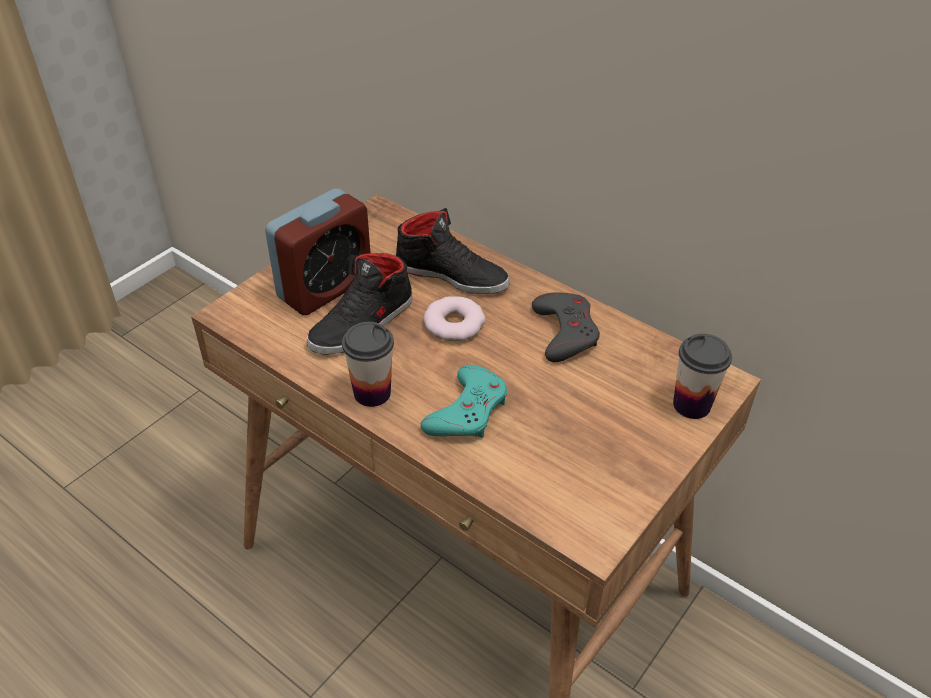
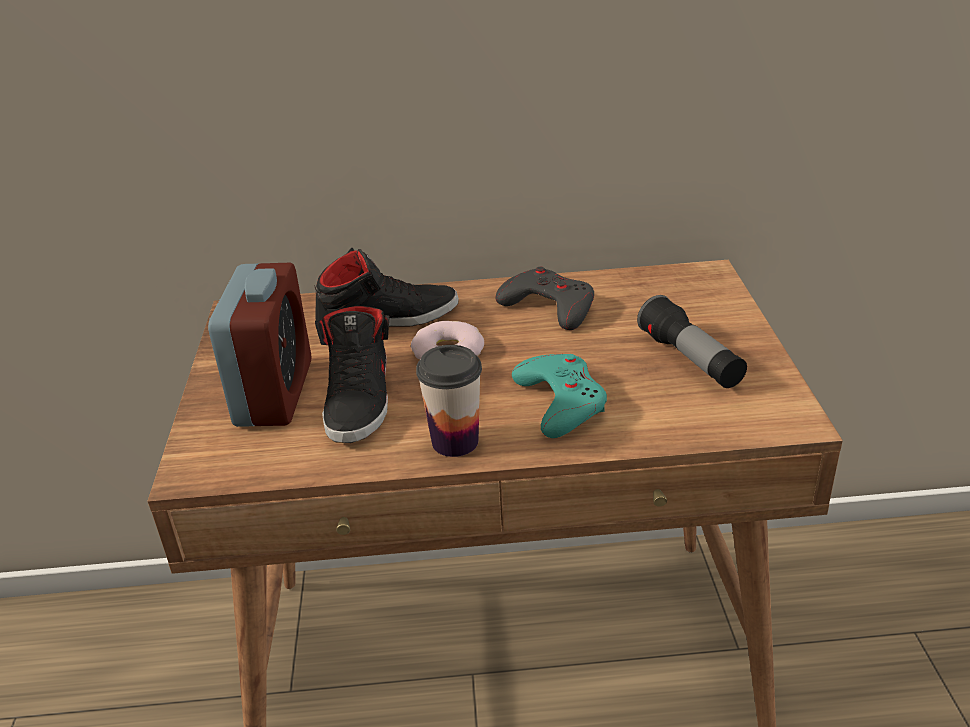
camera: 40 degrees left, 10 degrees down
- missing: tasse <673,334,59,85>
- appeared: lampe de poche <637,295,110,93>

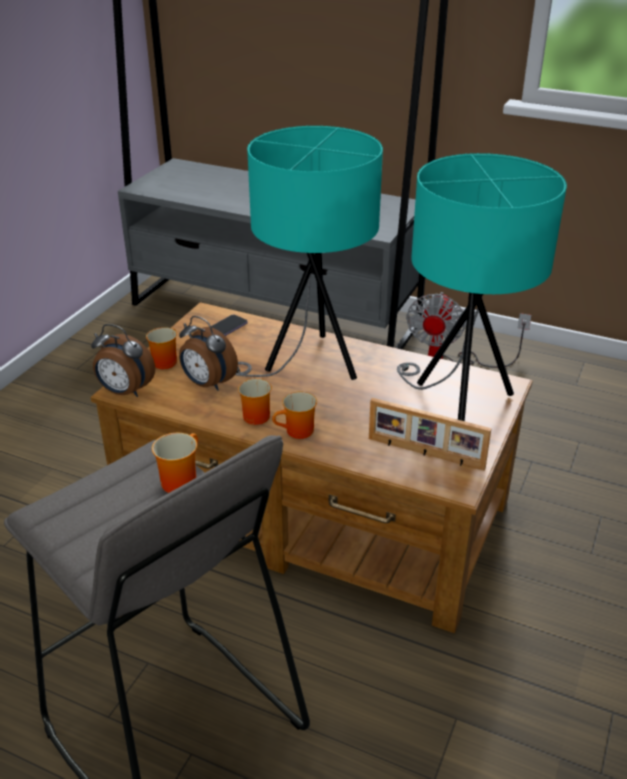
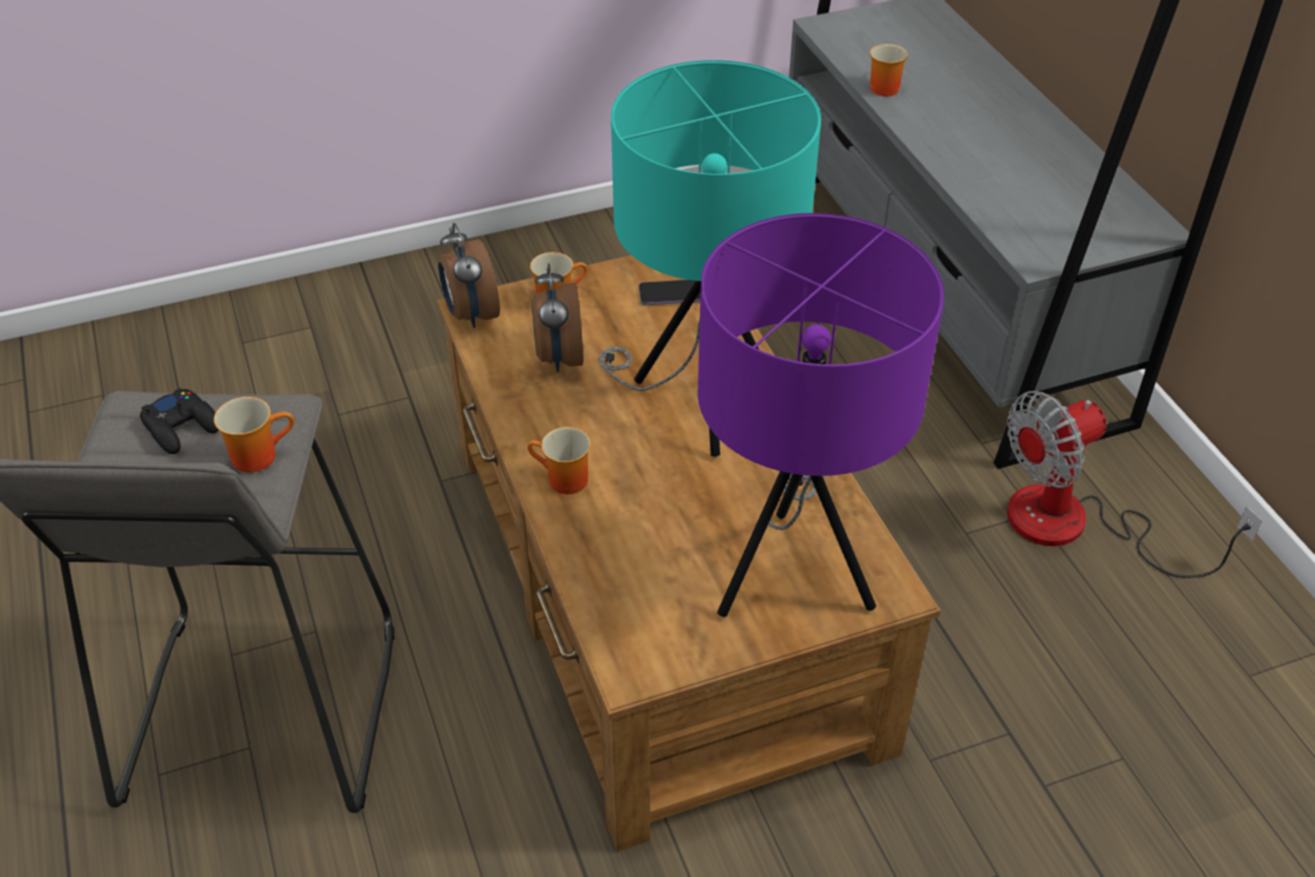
camera: 45 degrees right, 10 degrees up
- relocated: mug <238,379,34,46> to <870,44,38,52>
- missing: cadre photo <369,398,123,73>
- colour: lampe de table/turquoise <397,153,170,268> to lampe de table/violet <698,213,246,404>
- appeared: manette/noir <140,388,79,66>

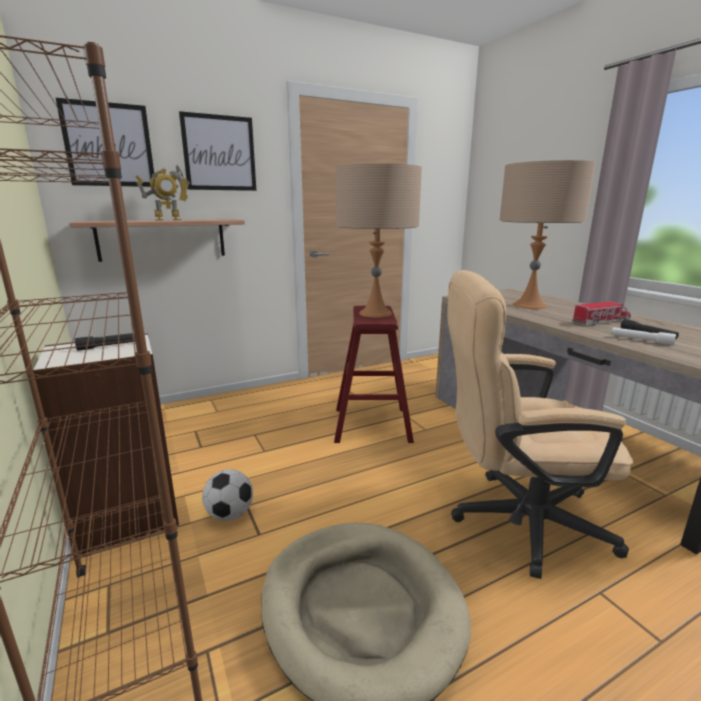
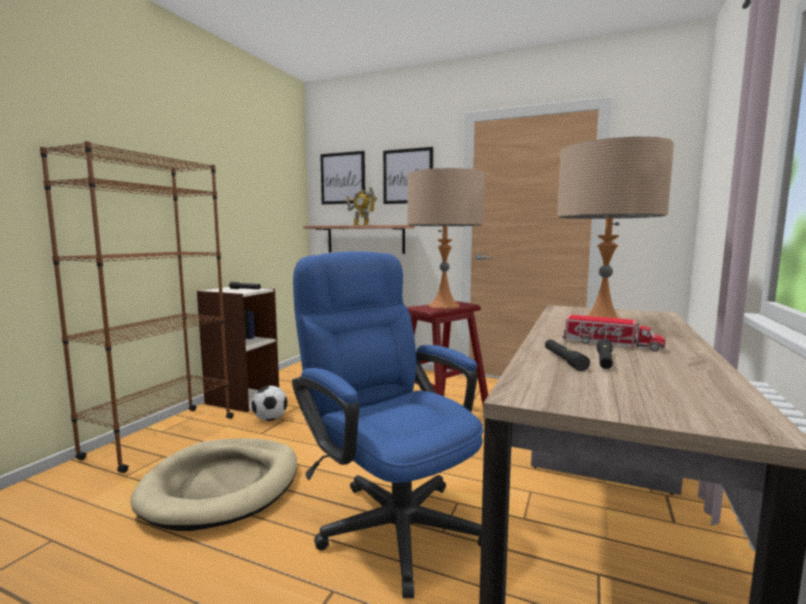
camera: 50 degrees right, 10 degrees down
- colour: chaise de bureau/beige <447,270,186,309> to chaise de bureau/bleu <292,251,192,347>
- colour: lampe de poche/blanc <611,327,65,18> to lampe de poche/noir <545,339,45,32>

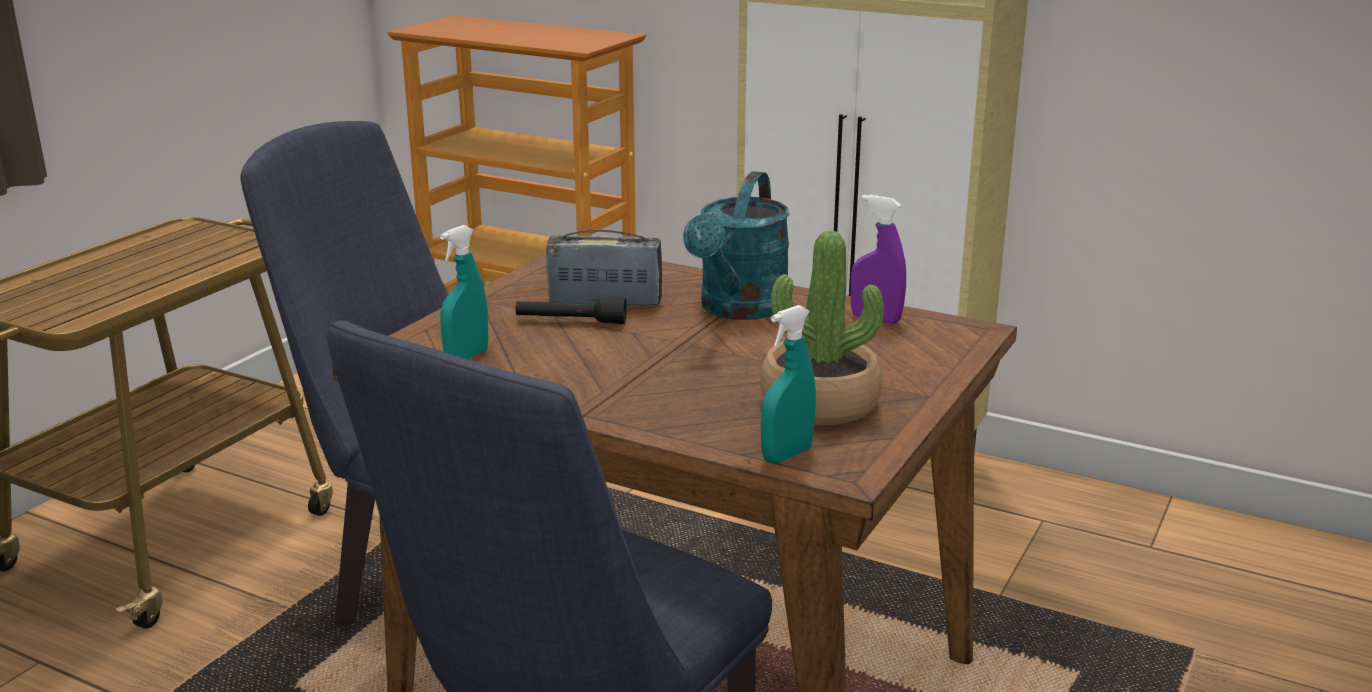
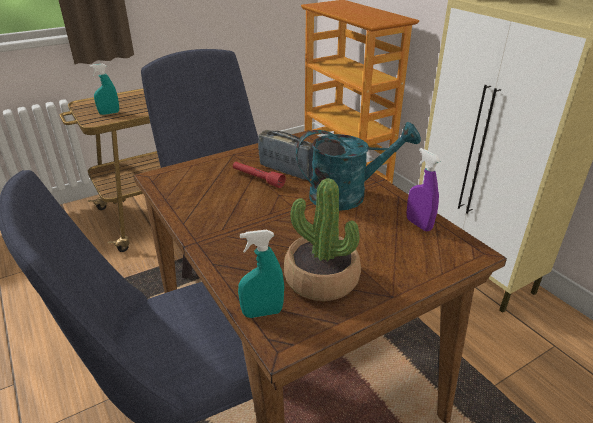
camera: 30 degrees right, 10 degrees up
- relocated: vaporisateur/turquoise <440,225,48,134> to <90,64,29,51>
- colour: lampe de poche/noir <516,298,111,26> to lampe de poche/rouge <233,162,53,26>
- spun: arrosoir/turquoise <683,171,107,149> = <296,122,125,89> 150 degrees counterclockwise

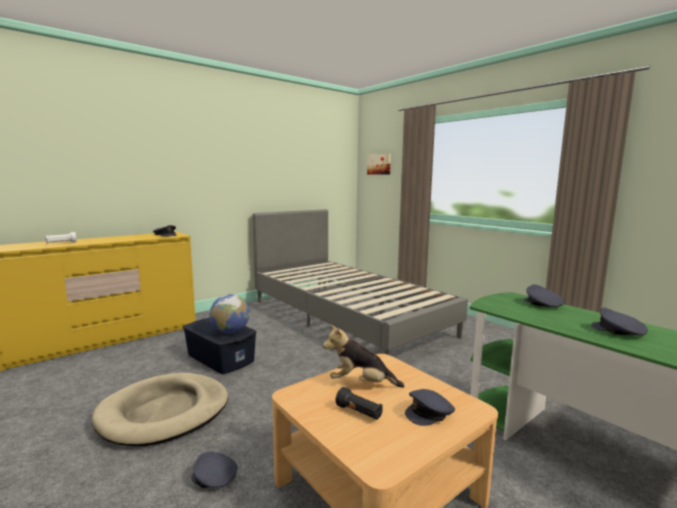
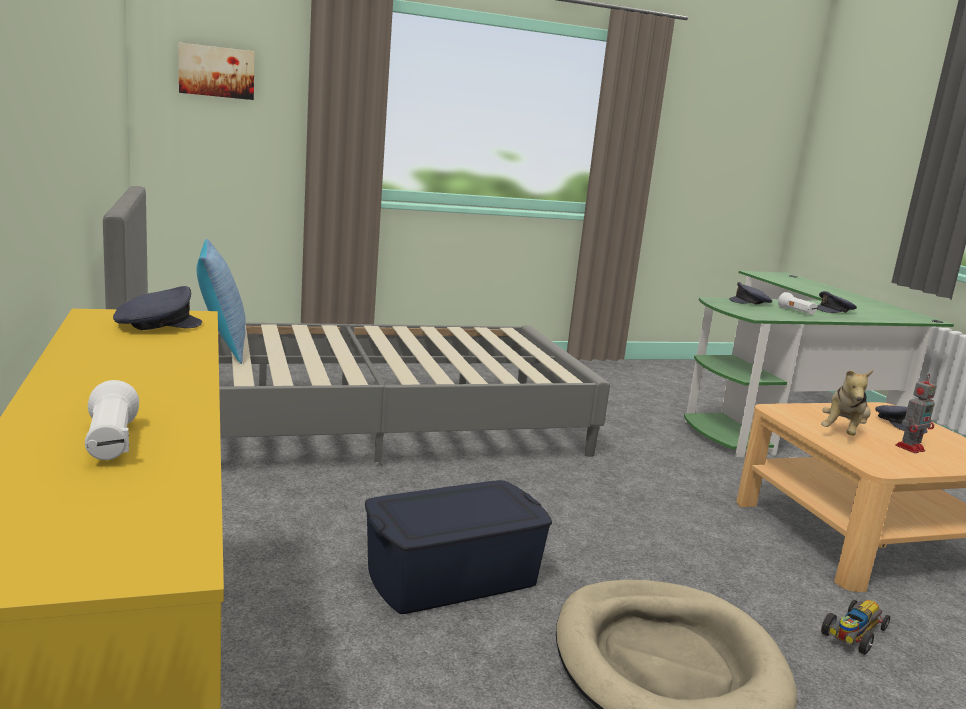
camera: 70 degrees left, 5 degrees up
- exchanged: casquette/gris <191,452,46,36> to petite voiture <821,600,69,55>
- missing: globe <210,294,40,40>
- exchanged: lampe de poche/noir <336,387,47,33> to robot jouet <895,374,42,79>
- appeared: coussin <197,239,49,125>
- appeared: lampe de poche/blanc <778,292,40,23>

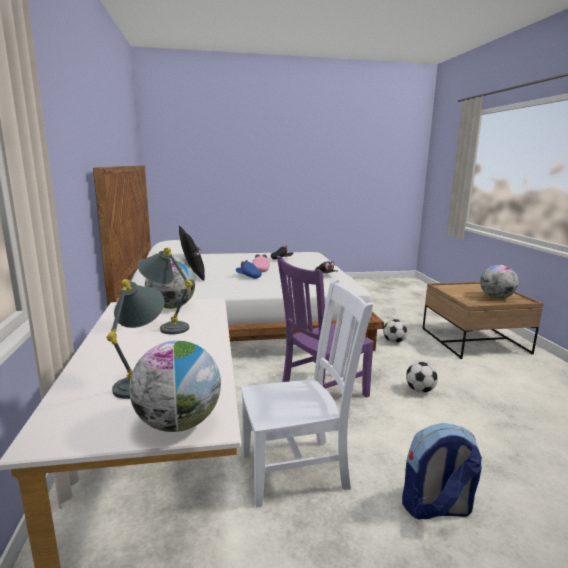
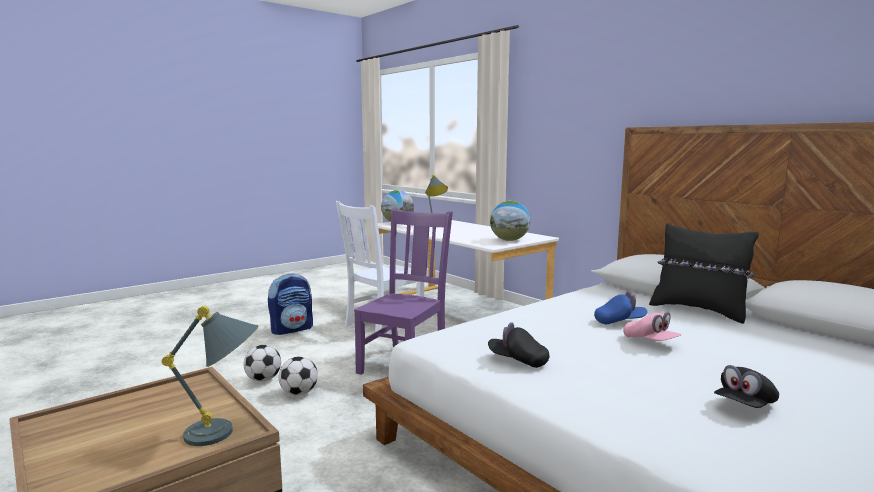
camera: 150 degrees right, 5 degrees down
- relocated: lampe de table/gris <137,247,55,87> to <162,306,96,140>
- relocated: ballon de foot <383,319,25,24> to <244,345,37,37>
- missing: globe <480,265,38,34>

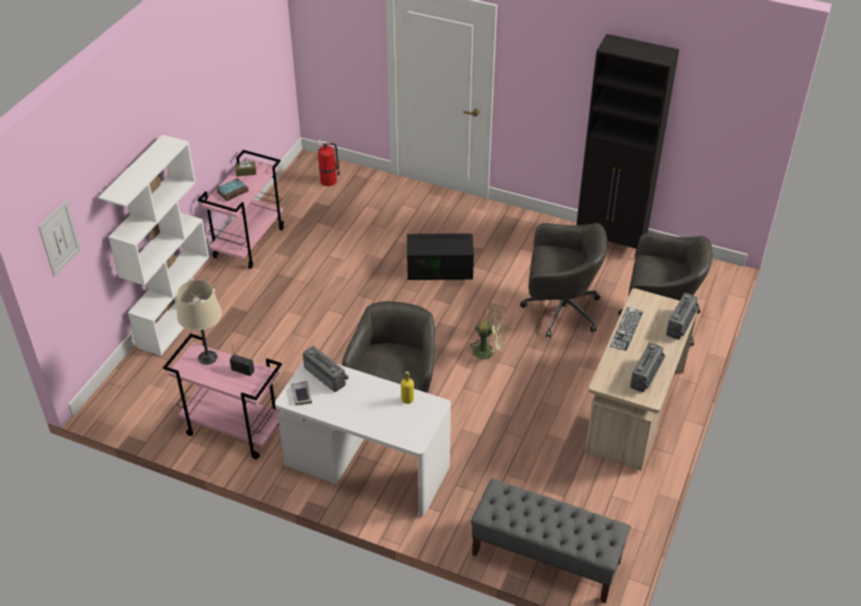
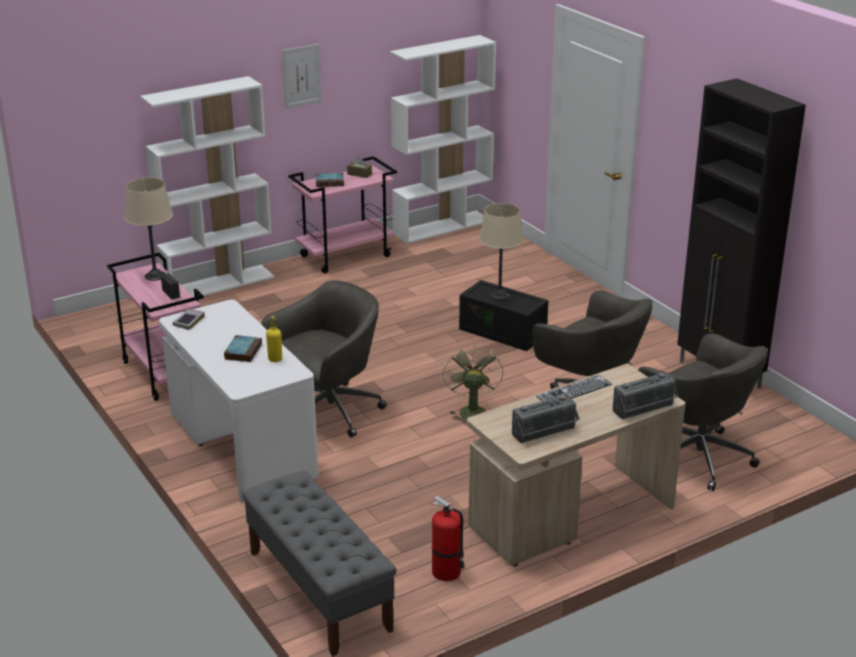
camera: 35 degrees right, 15 degrees down
- relocated: tableau <38,200,43,77> to <282,44,40,65>
- missing: radio <303,346,46,46>
- relocated: extincteur <316,140,25,46> to <431,495,34,86>
- spun: ventilateur/vert <467,305,38,61> = <443,345,60,80> 135 degrees counterclockwise
- appeared: livre <224,335,38,27>
- appeared: bibliothèque/blanc <390,35,106,209>
- appeared: lampe de table/beige <479,203,45,97>

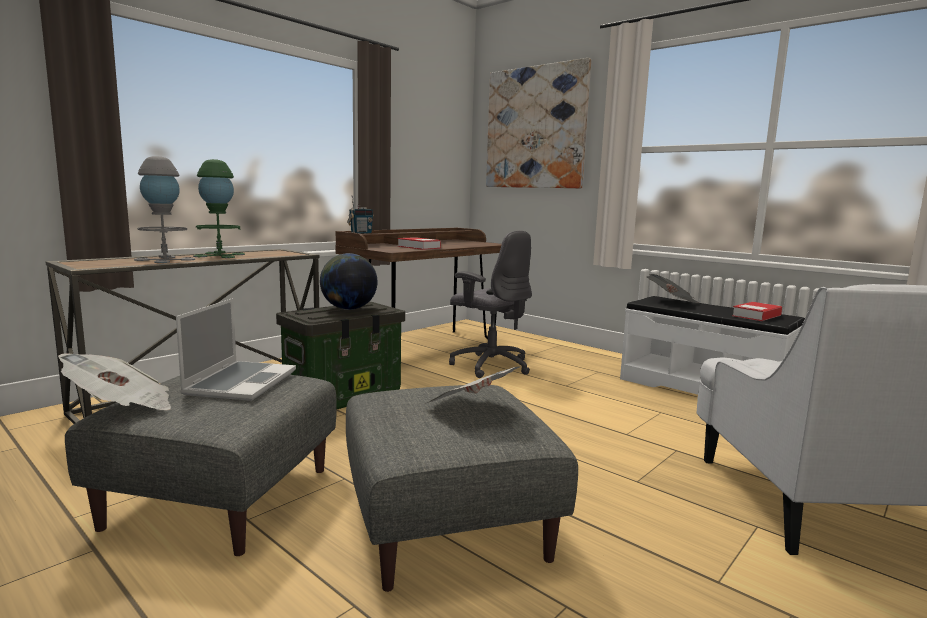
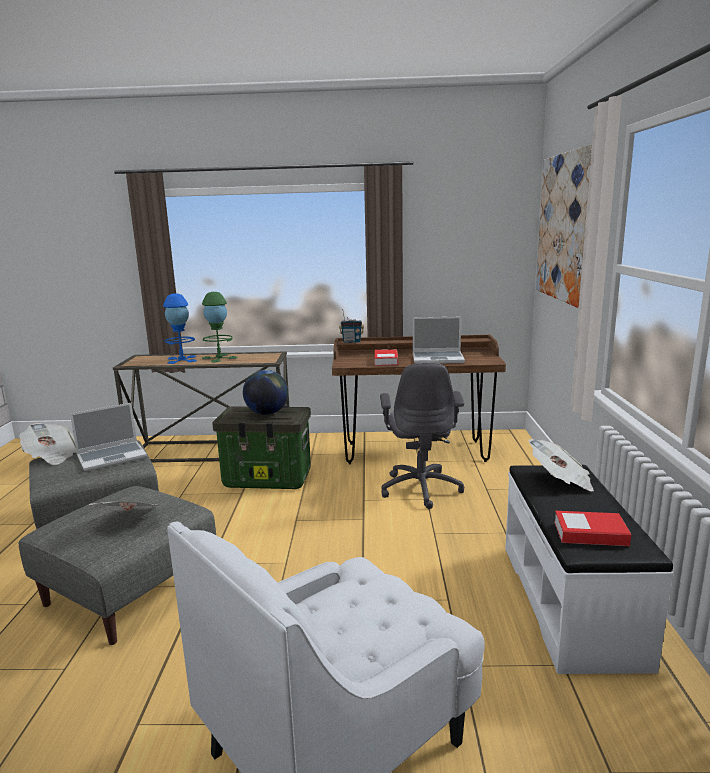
camera: 50 degrees right, 5 degrees up
- colour: lampe de table/gris <134,156,61,107> to lampe de table/bleu <163,293,34,71>
- appeared: ordinateur portable <413,317,52,47>

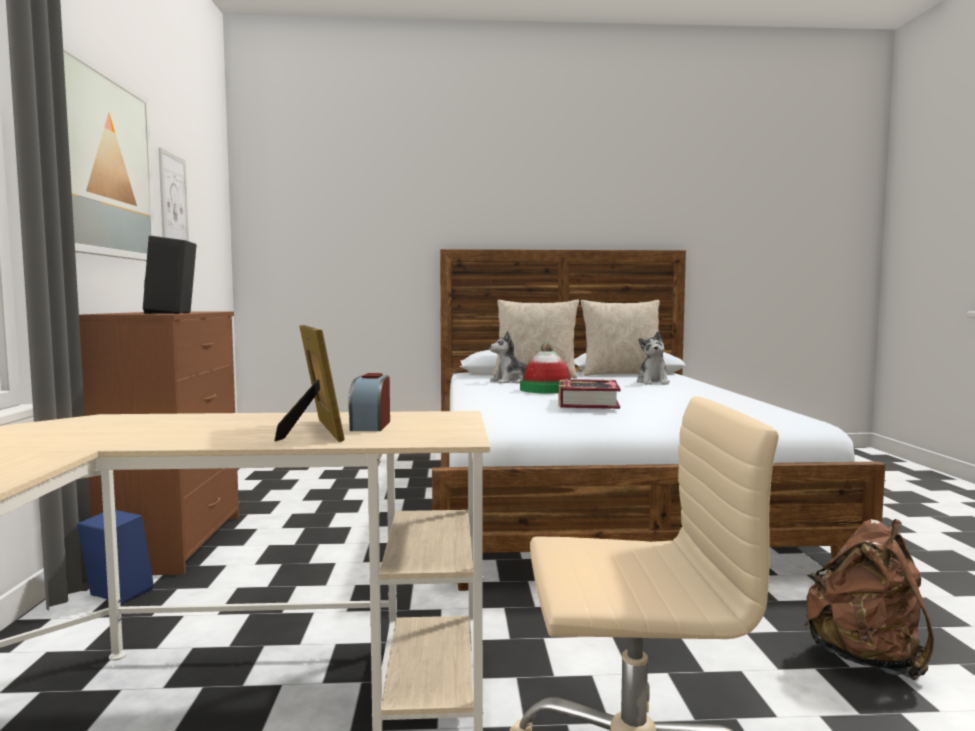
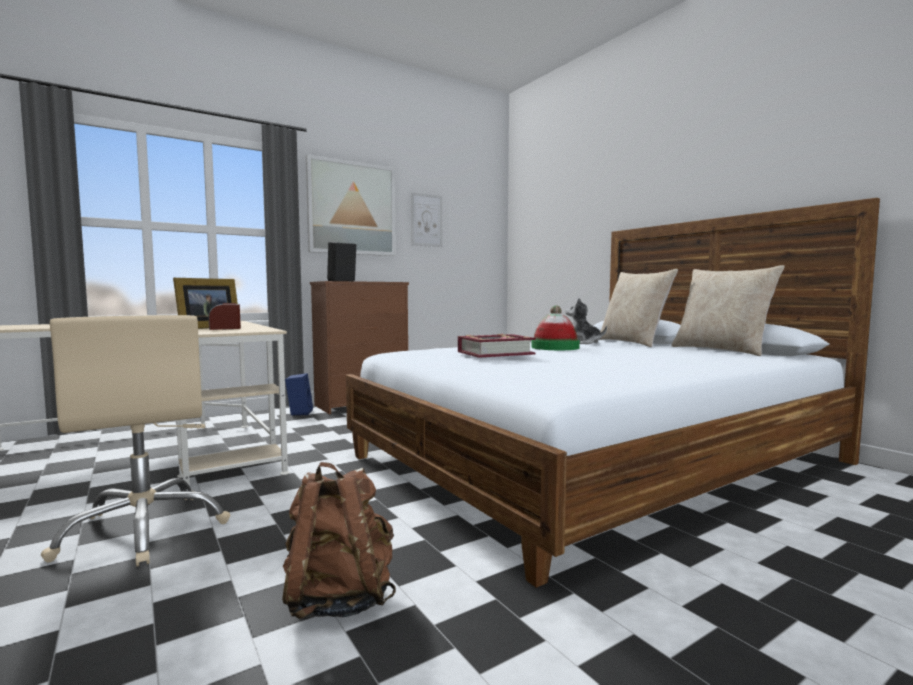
camera: 60 degrees right, 0 degrees up
- missing: peluche <637,331,33,54>

